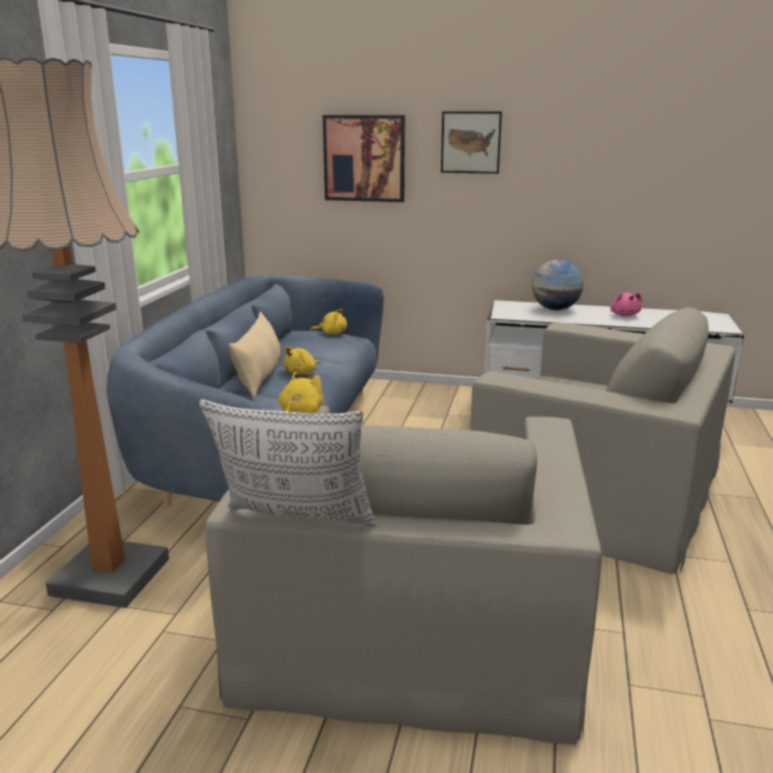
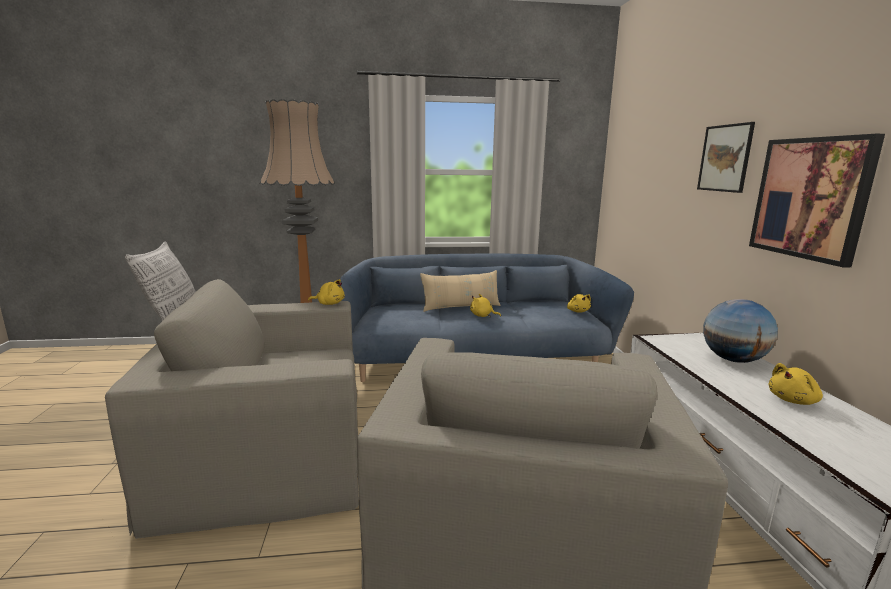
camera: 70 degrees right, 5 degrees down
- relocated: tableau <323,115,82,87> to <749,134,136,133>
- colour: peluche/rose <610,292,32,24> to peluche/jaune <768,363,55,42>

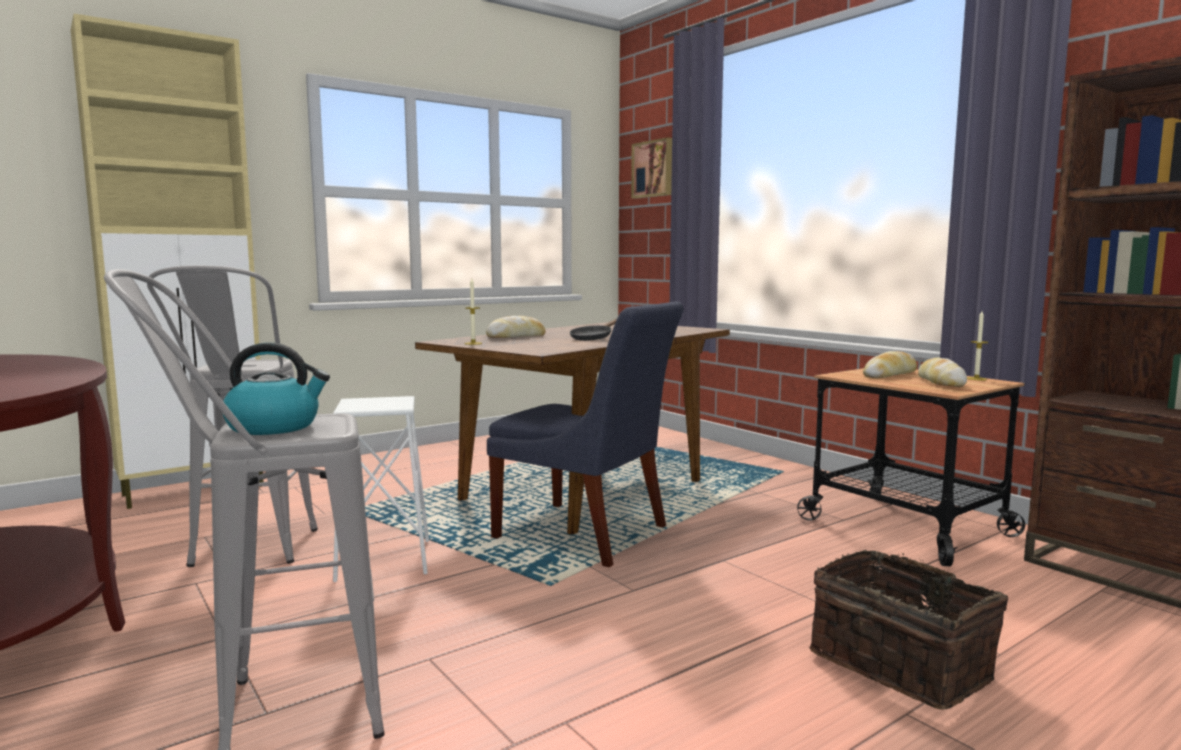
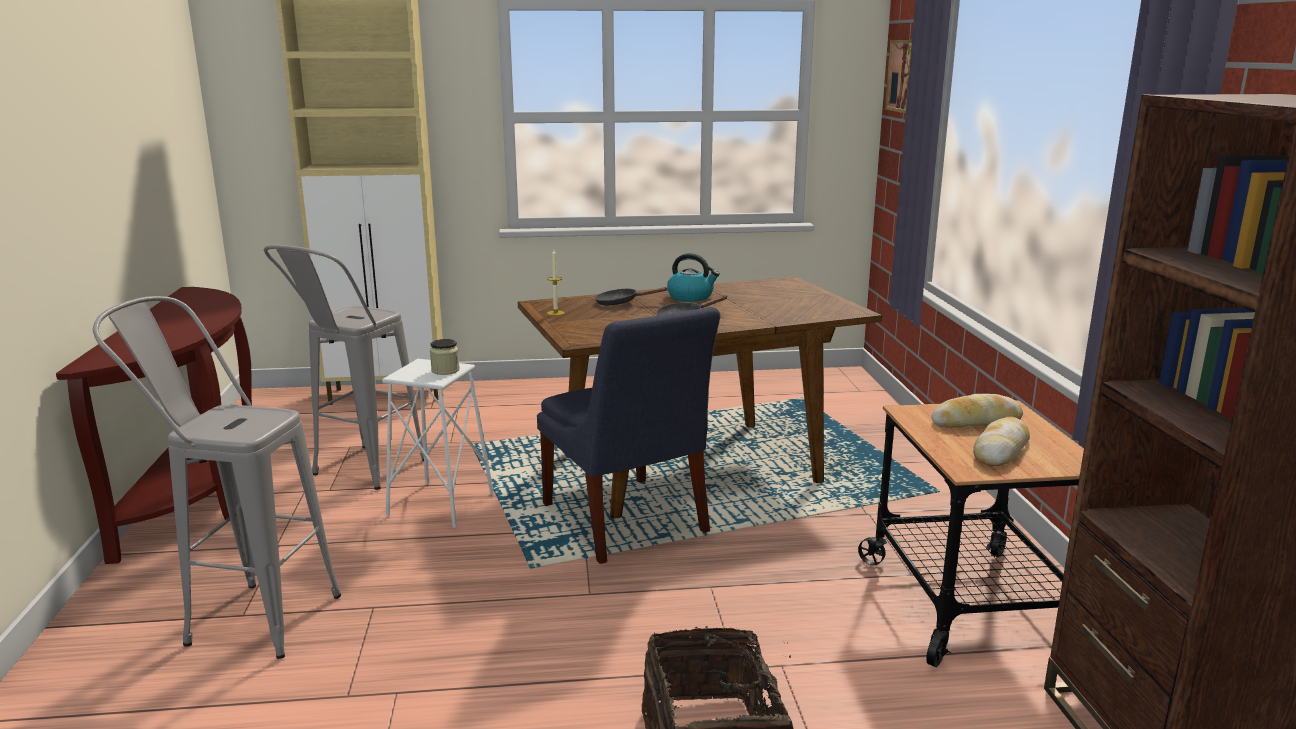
camera: 30 degrees right, 10 degrees up
- relocated: bouilloire <223,342,107,93> to <667,253,53,49>
- exchanged: pain <486,316,60,22> to poêle/noir <595,287,73,18>
- missing: bougie <967,311,21,70>
- appeared: bocal <430,339,30,36>

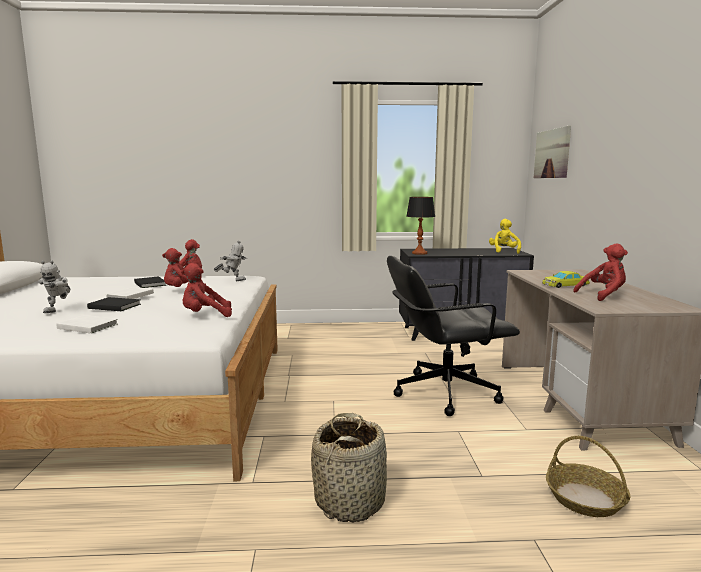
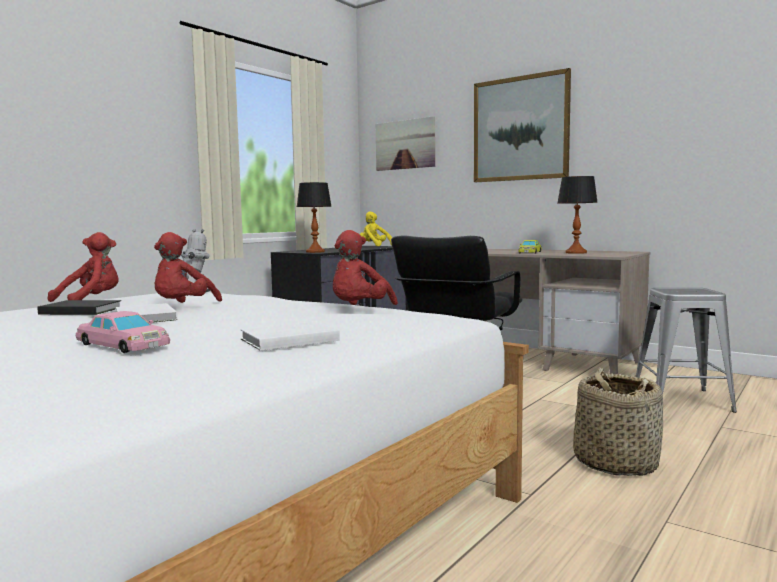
camera: 50 degrees left, 5 degrees down
- exchanged: robot jouet <39,261,32,52> to petite voiture/rose <76,311,94,42>
- missing: livre/noir <87,297,54,14>
- exchanged: panier <546,436,84,81> to tabouret/gris <635,288,102,125>
- exchanged: peluche/rouge <573,244,55,57> to lampe de table <558,176,40,78>
- appeared: tableau <474,68,97,114>

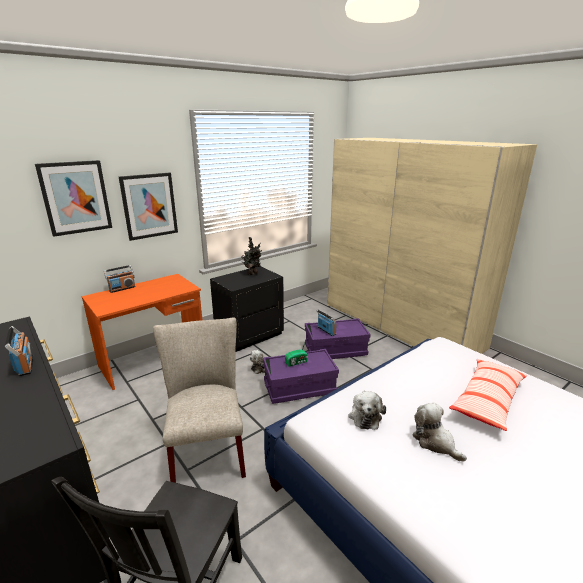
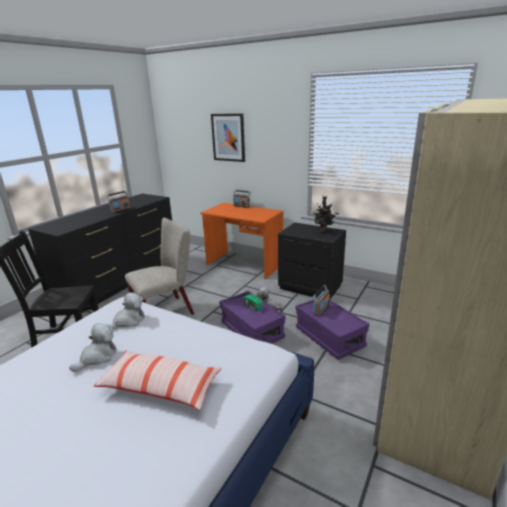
camera: 70 degrees right, 0 degrees up
- missing: tableau <119,173,59,68>
- spun: peluche <349,391,37,39> = <107,292,38,37> 150 degrees clockwise

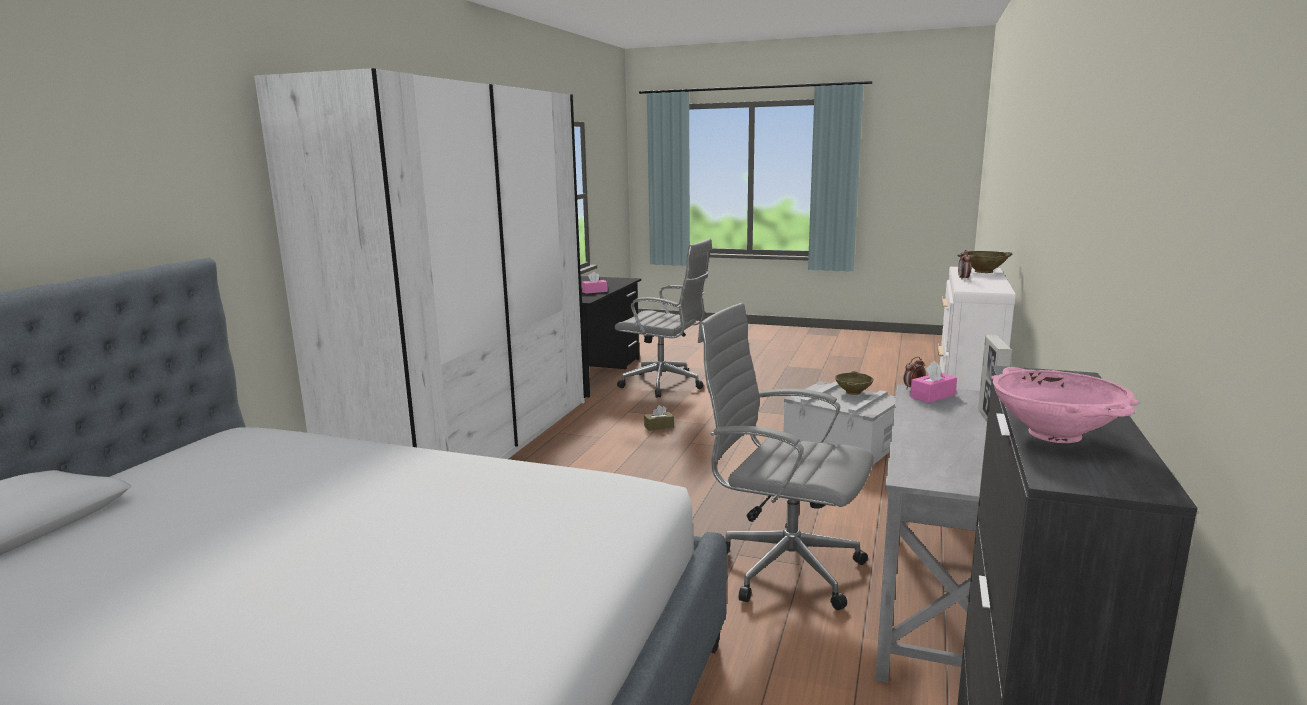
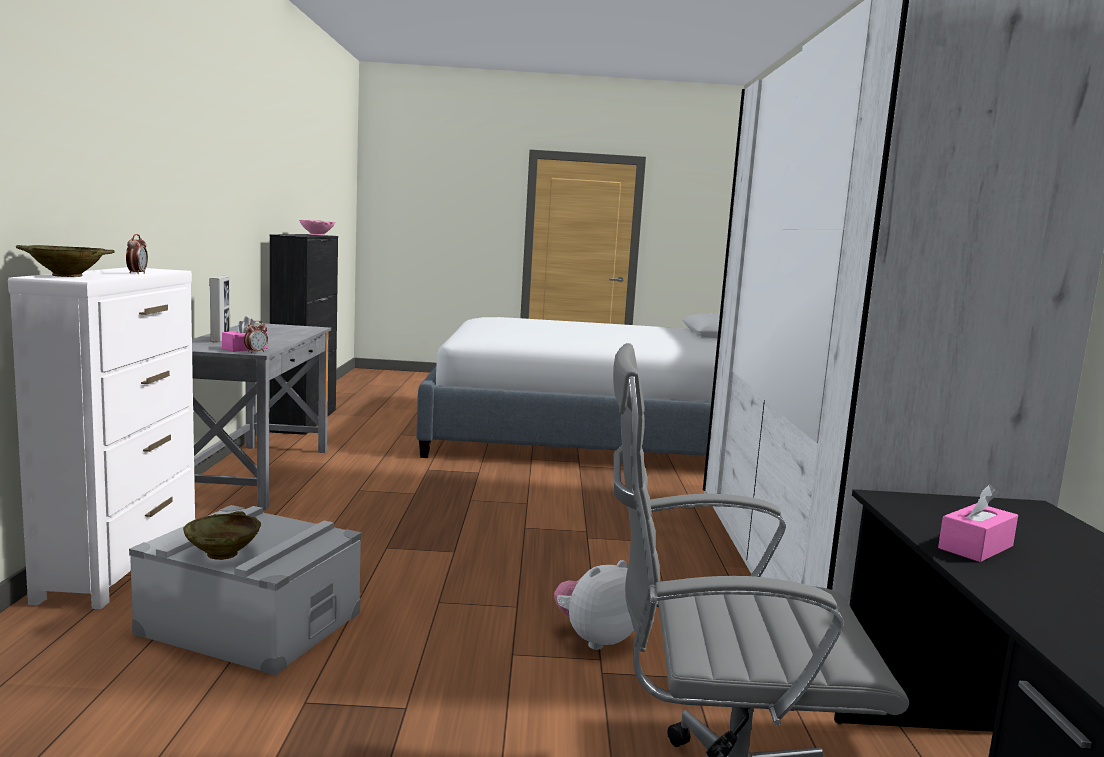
camera: 160 degrees right, 5 degrees down
- exchanged: boîte à mouchoirs/marron <644,405,30,26> to peluche <554,560,80,90>
- missing: chaise de bureau/gris <698,303,176,307>

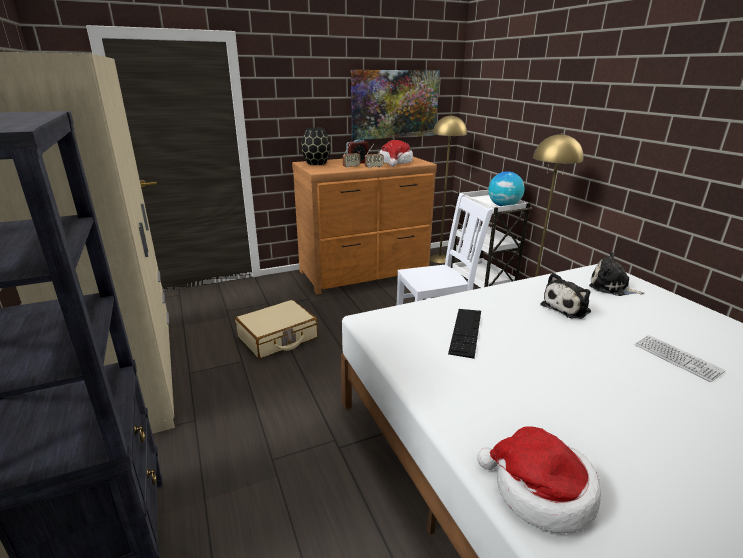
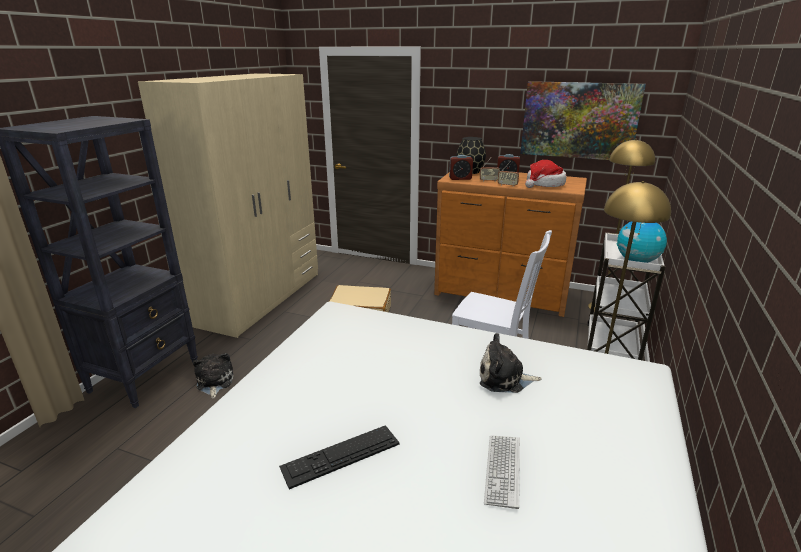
camera: 45 degrees right, 0 degrees up
- relocated: clavier <448,309,33,50> to <279,425,120,64>
- missing: chapeau <477,426,124,107>
- relocated: peluche <589,252,56,44> to <193,353,41,46>
- appeared: réveil <449,155,24,25>

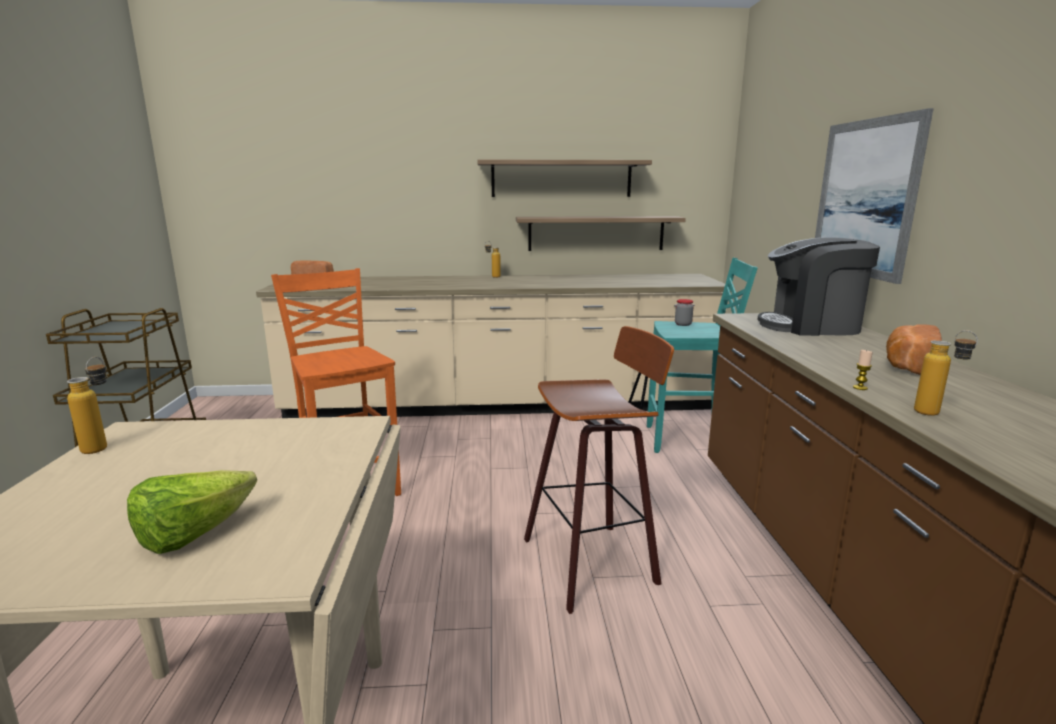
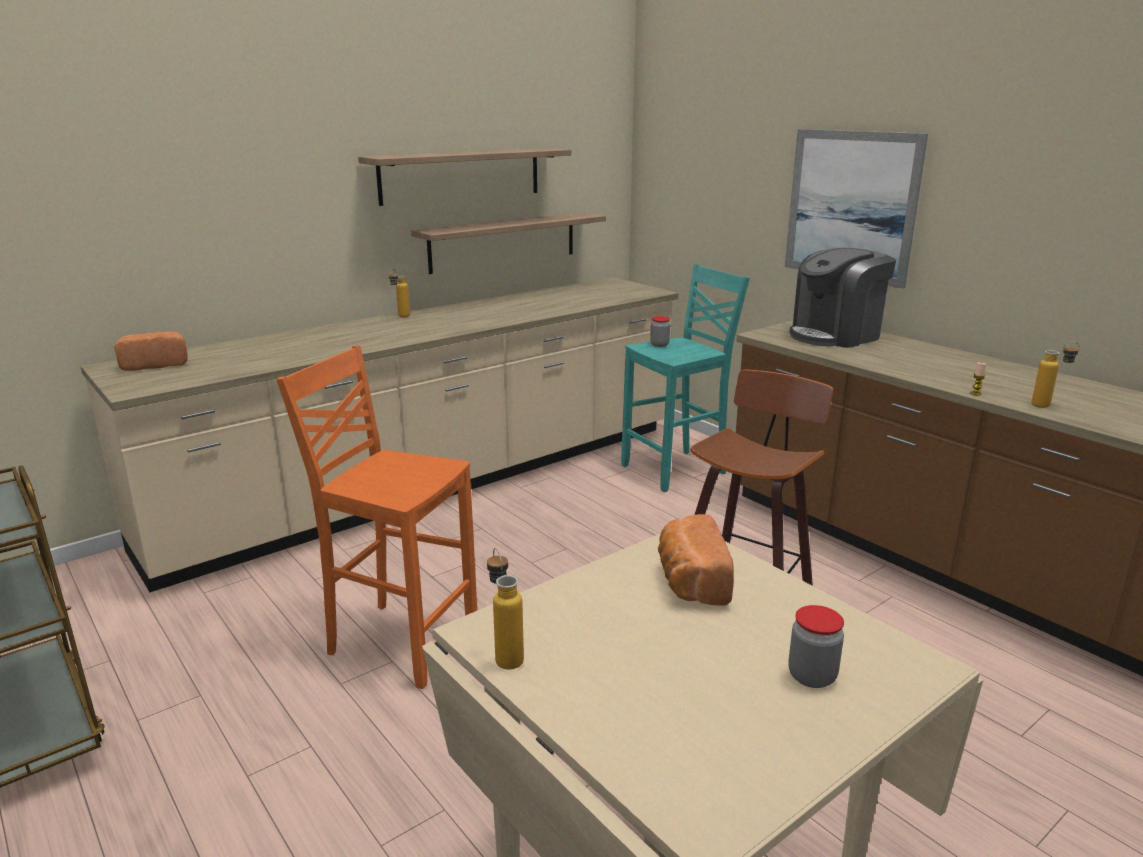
camera: 35 degrees left, 5 degrees up
- exchanged: laitue <127,470,130,84> to bocal <788,605,56,83>
- relocated: pain <886,325,56,50> to <658,514,76,92>

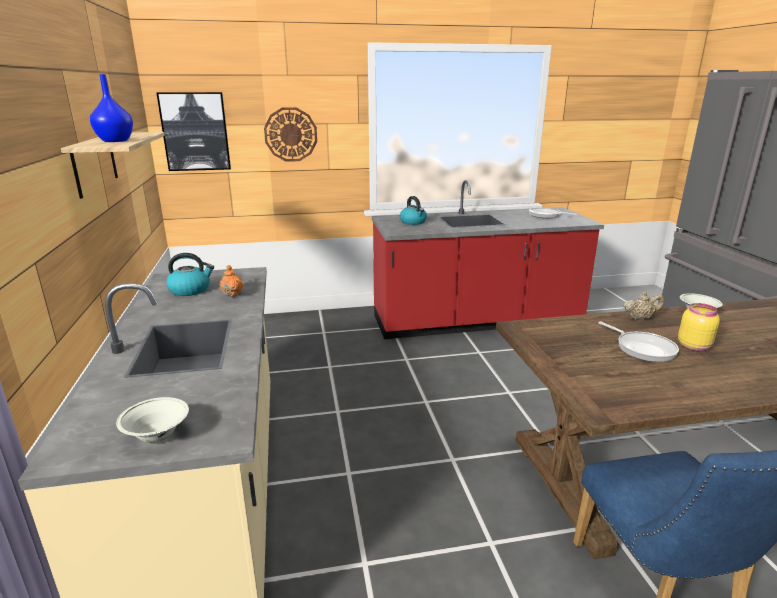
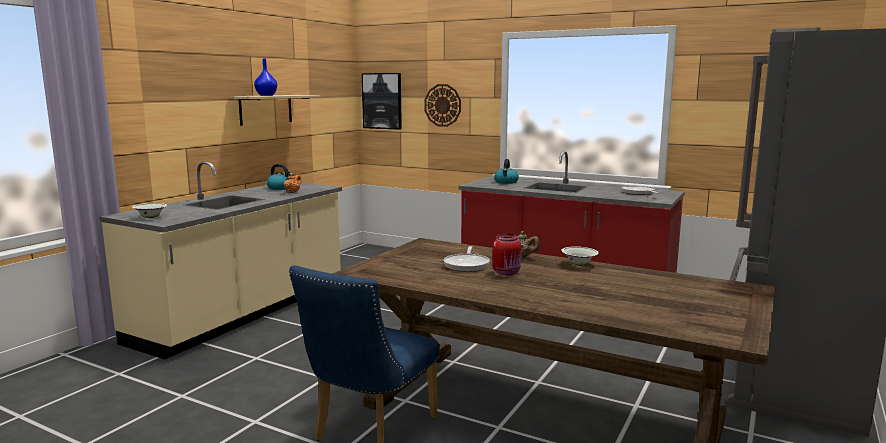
camera: 40 degrees right, 10 degrees down
- colour: bocal/jaune <678,303,42,48> to bocal/rouge <492,233,29,42>

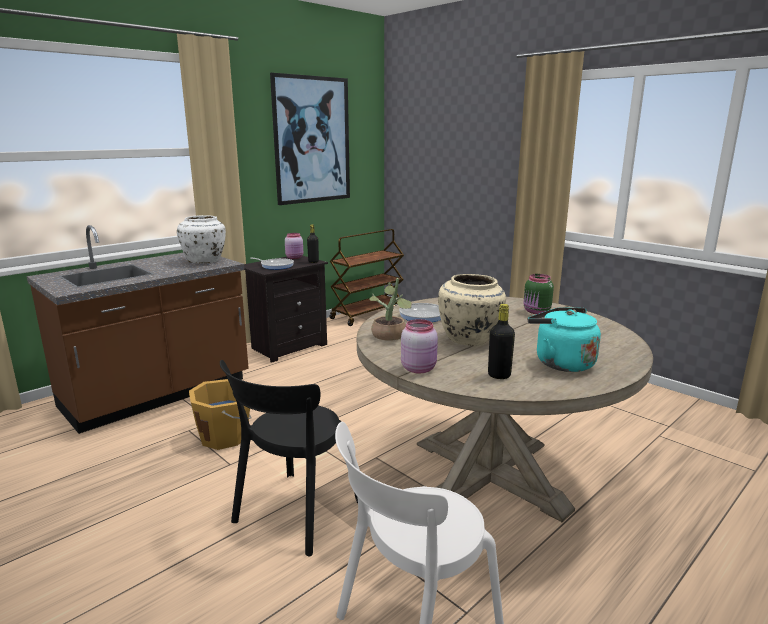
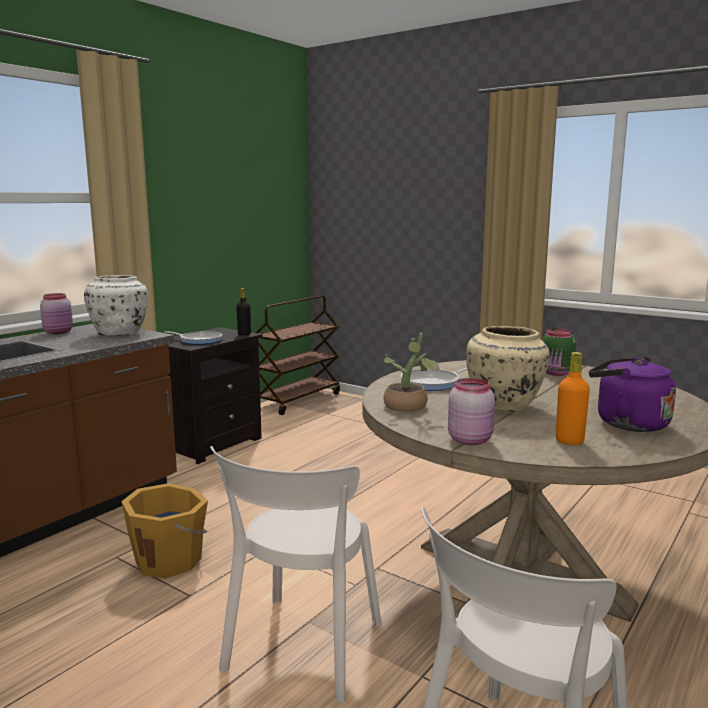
camera: 10 degrees left, 5 degrees down
- colour: chaise/noir <220,360,138,197> to chaise/blanc <210,446,172,257>
- missing: tableau <270,73,80,132>
- relocated: bocal/rose <285,233,18,26> to <40,293,33,41>
- colour: bouteille/noir <488,304,27,75> to bouteille/orange <556,352,34,93>
- colour: bouilloire/turquoise <528,307,73,65> to bouilloire/violet <589,357,87,75>

